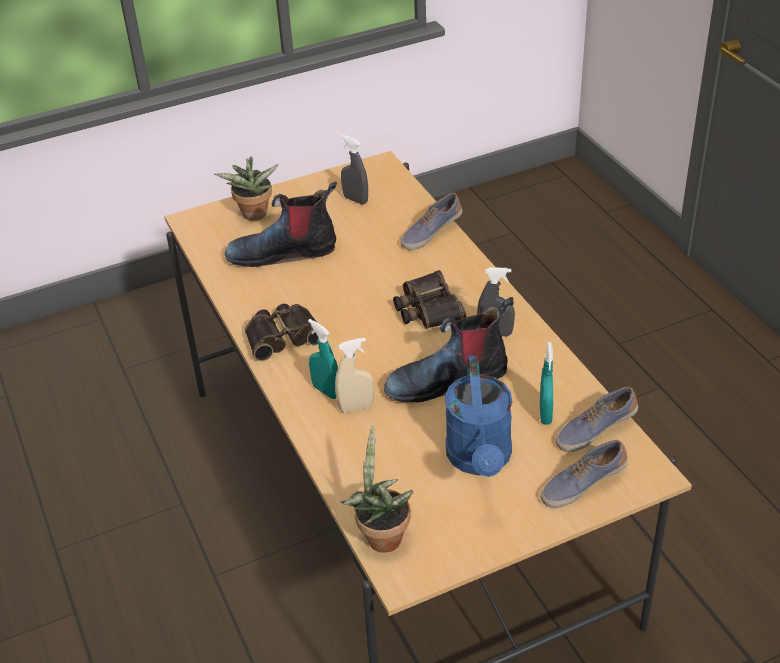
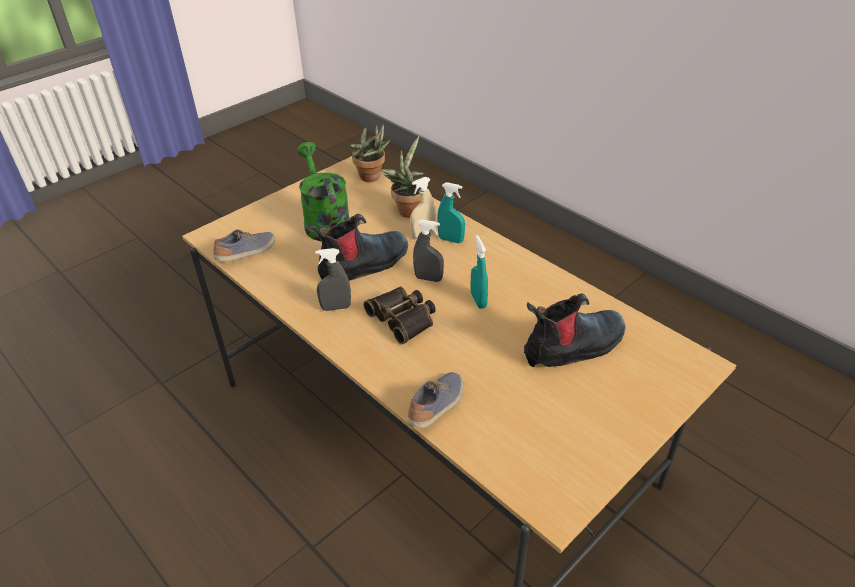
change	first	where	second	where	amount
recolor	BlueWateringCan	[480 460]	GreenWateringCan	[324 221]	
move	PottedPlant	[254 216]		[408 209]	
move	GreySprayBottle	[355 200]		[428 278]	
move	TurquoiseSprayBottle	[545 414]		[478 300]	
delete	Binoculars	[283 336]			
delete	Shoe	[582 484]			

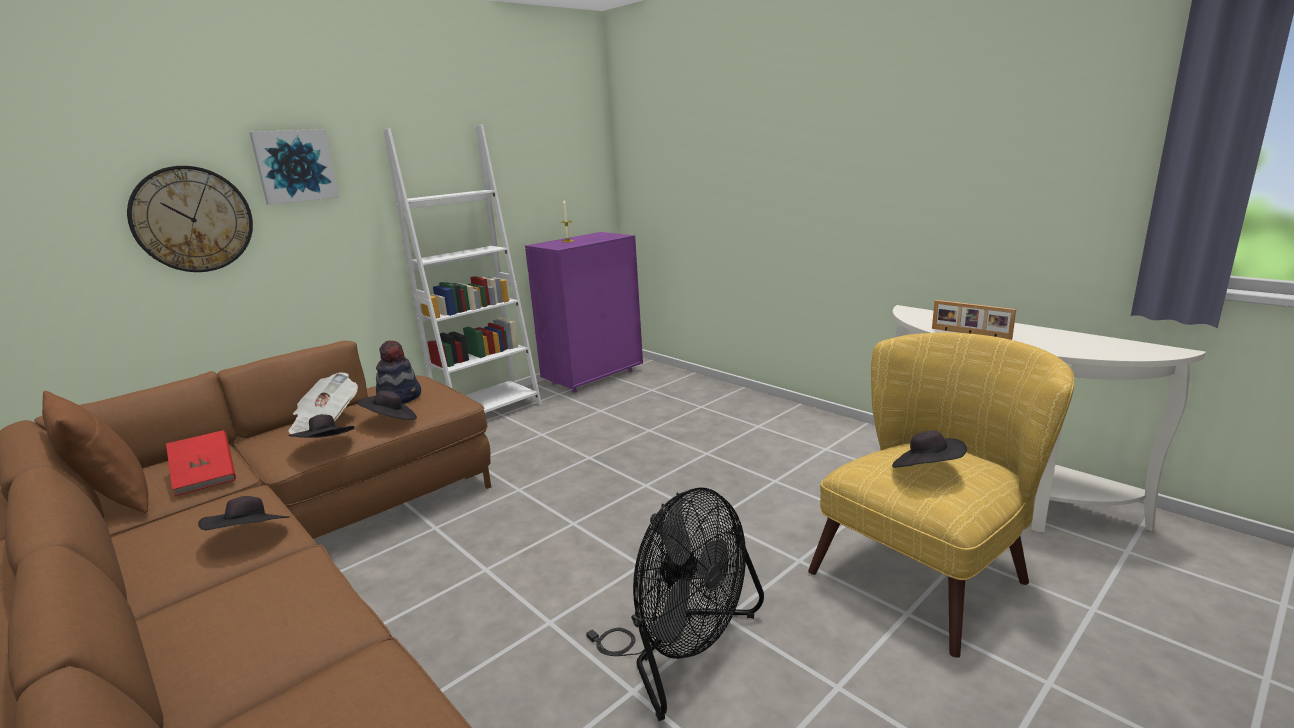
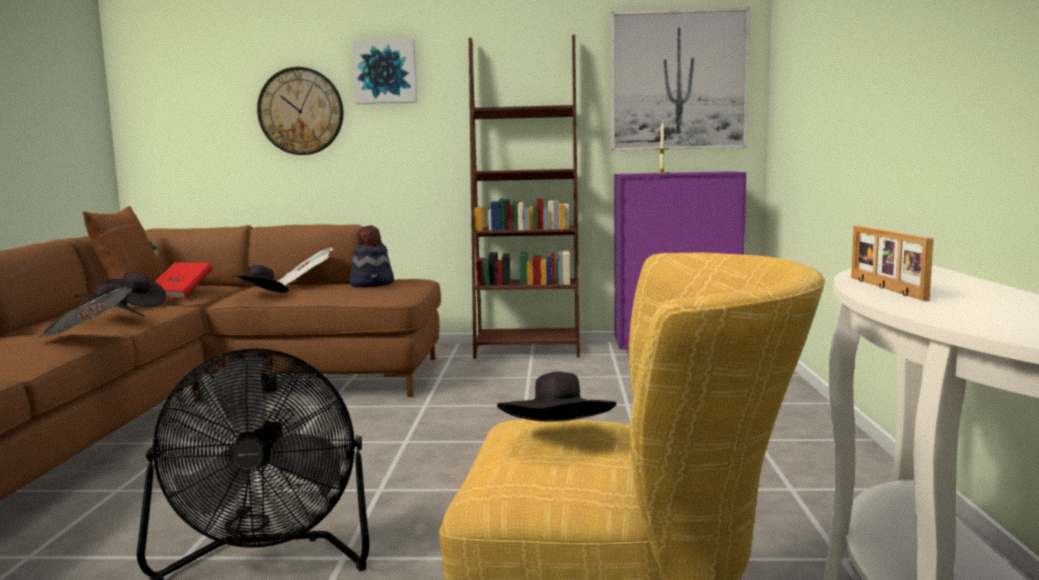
change	first	where	second	where	amount
insert			Newspaper	[88 336]	
move	BlackHat	[391 421]		[136 305]	
recolor	WhiteBookcase	[488 411]	BrownBookcase	[527 350]	
insert			Picture	[678 80]	

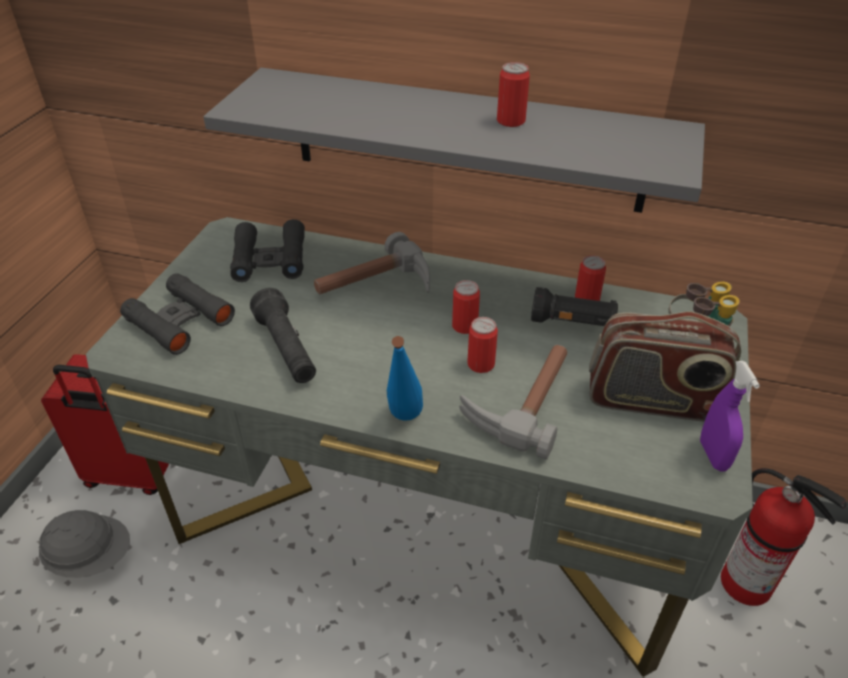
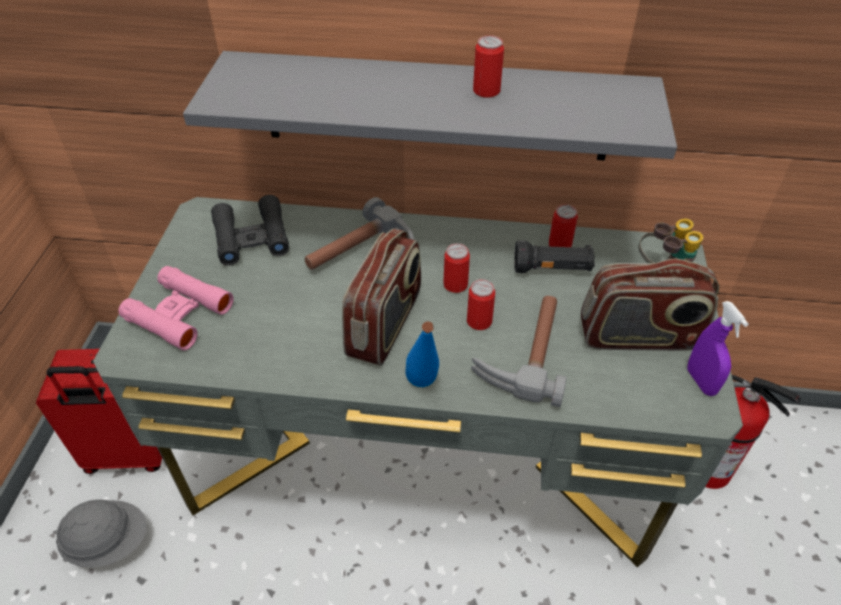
change	first	where	second	where	amount
recolor	BlackBinoculars	[179 320]	PinkBinoculars	[179 314]	
insert			Radio	[386 324]	
delete	BlackFlashlight	[287 349]			

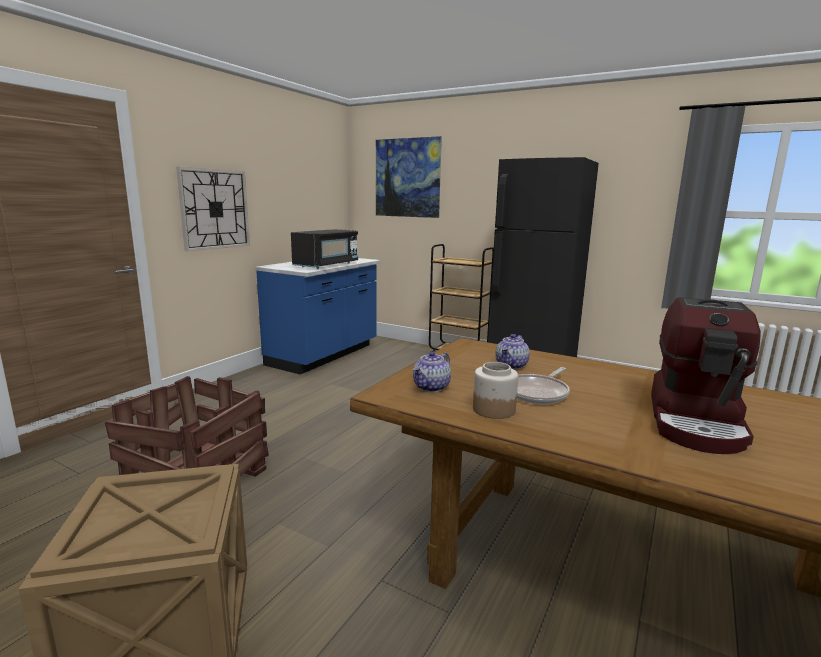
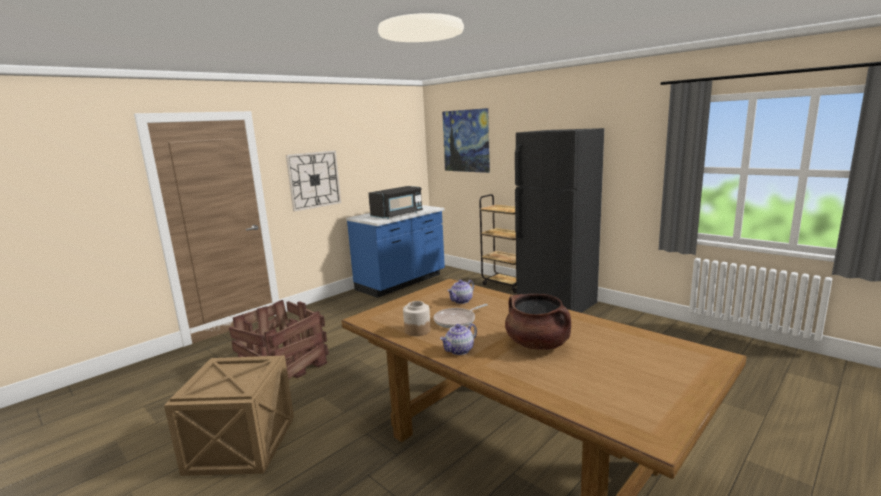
change	first	where	second	where	amount
move	Teapot	[431 387]		[459 350]	
replace	CoffeeMachine	[697 422]	BrownCookingPot	[538 344]	

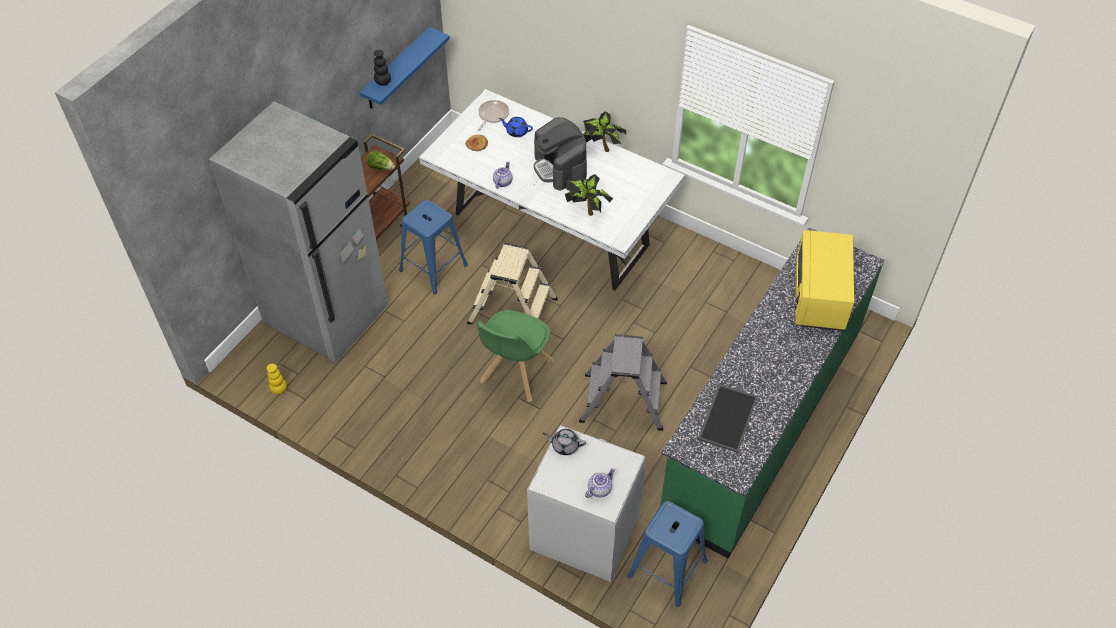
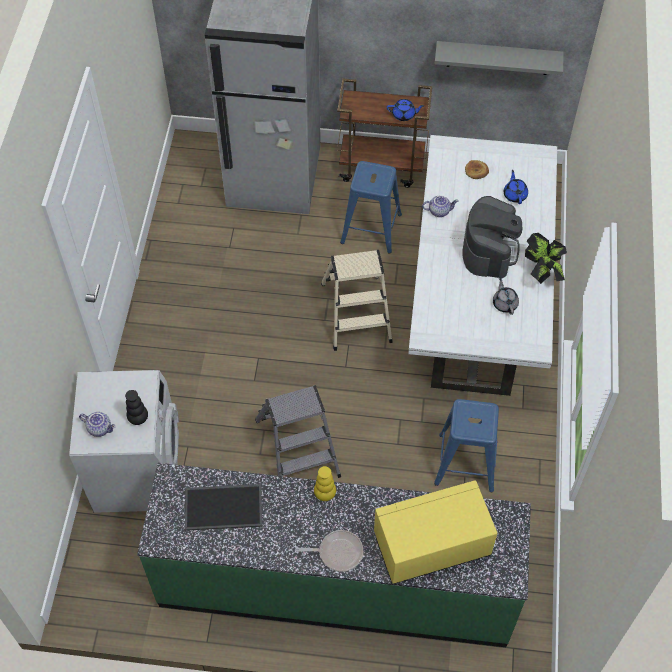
change	first	where	second	where	amount
move	BlackVase	[383 82]		[138 418]	
move	FryingPan	[492 115]		[338 552]	
move	YellowVase	[279 390]		[325 494]	
replace	Lettuce	[381 167]	BlueTeapot	[404 115]	
move	BlueStool	[667 568]		[465 462]	
recolor	BlueShelf	[396 70]	GreyShelf	[498 58]	
rotate	CoffeeMachine	[560 167]		[489 250]	150 degrees clockwise
move	GreyTeapot	[564 445]		[504 303]	
delete	GreenChair	[515 374]			
delete	PottedPlant	[587 209]			

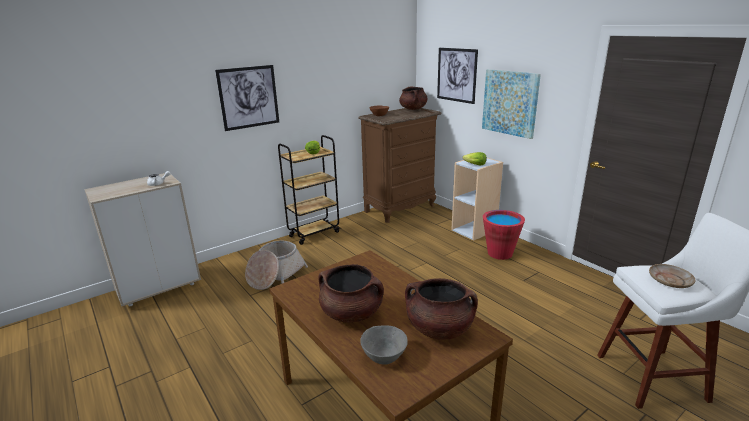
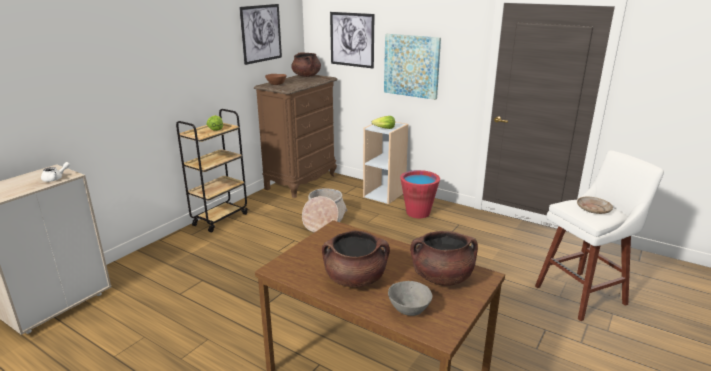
change	first	where	second	where	amount
move	Picture	[249 97]		[261 33]	
move	Basket	[275 275]		[324 220]	

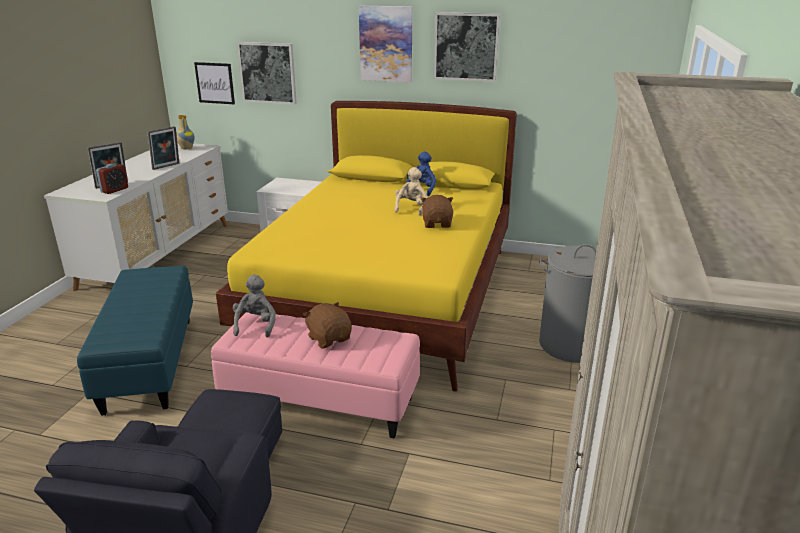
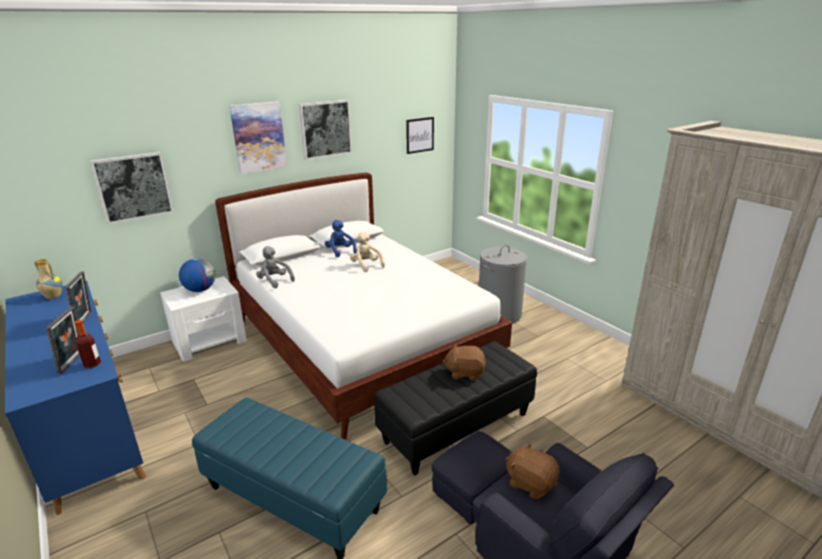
change	first	where	second	where	amount
recolor	WhiteDresser	[158 254]	BlueDresser	[88 426]	
replace	AlarmClock	[114 190]	Bottle	[92 364]	
insert			Globe	[200 290]	
recolor	YellowBed	[387 296]	WhiteBed	[361 344]	
move	GreyPlushToy	[256 325]		[274 281]	
recolor	PinkOttoman	[321 402]	BlackOttoman	[456 428]	
move	Picture	[215 83]		[420 135]	
move	BrownPlushToy	[437 224]		[530 483]	

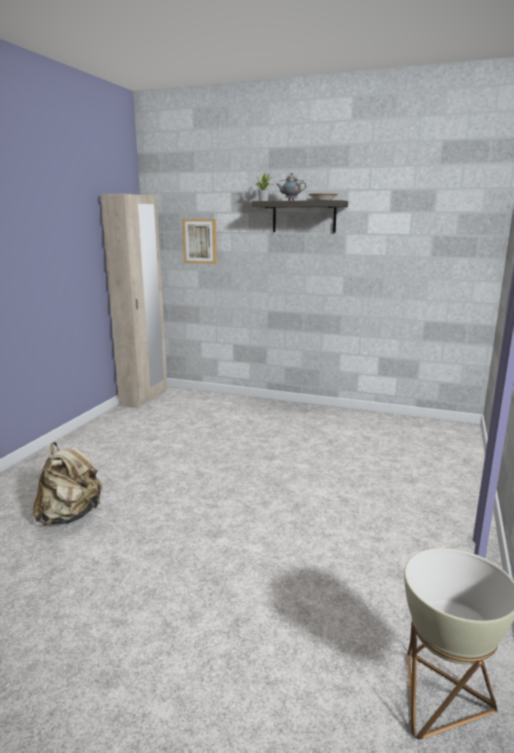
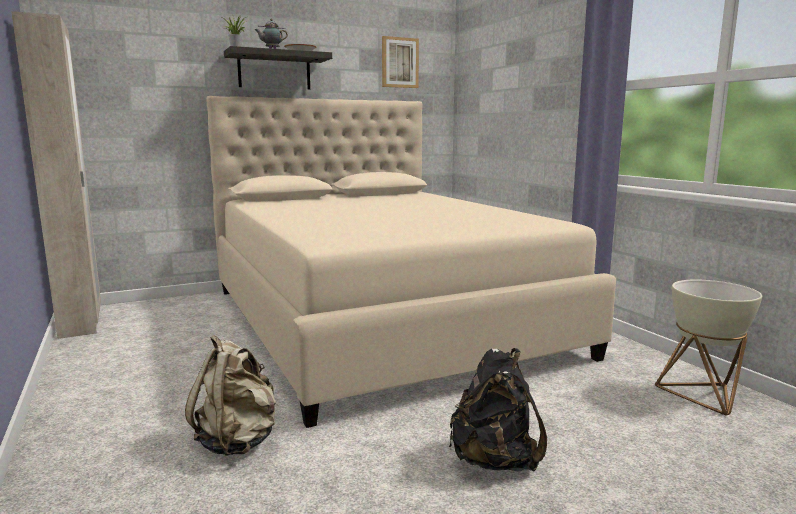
change	first	where	second	where	amount
insert			BeigeBed	[381 320]	
move	Picture	[200 241]		[399 62]	
insert			BlackBackpack	[494 460]	

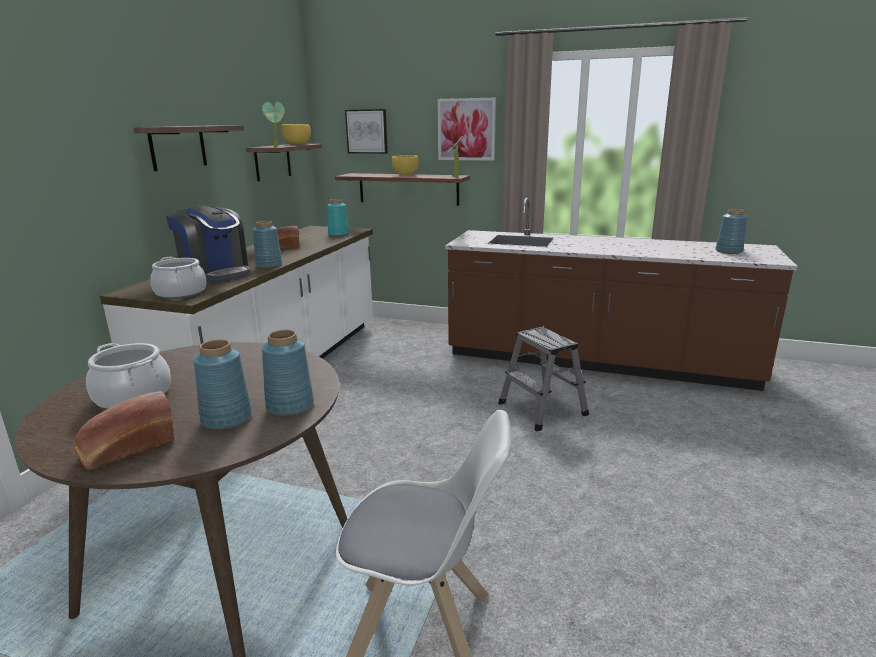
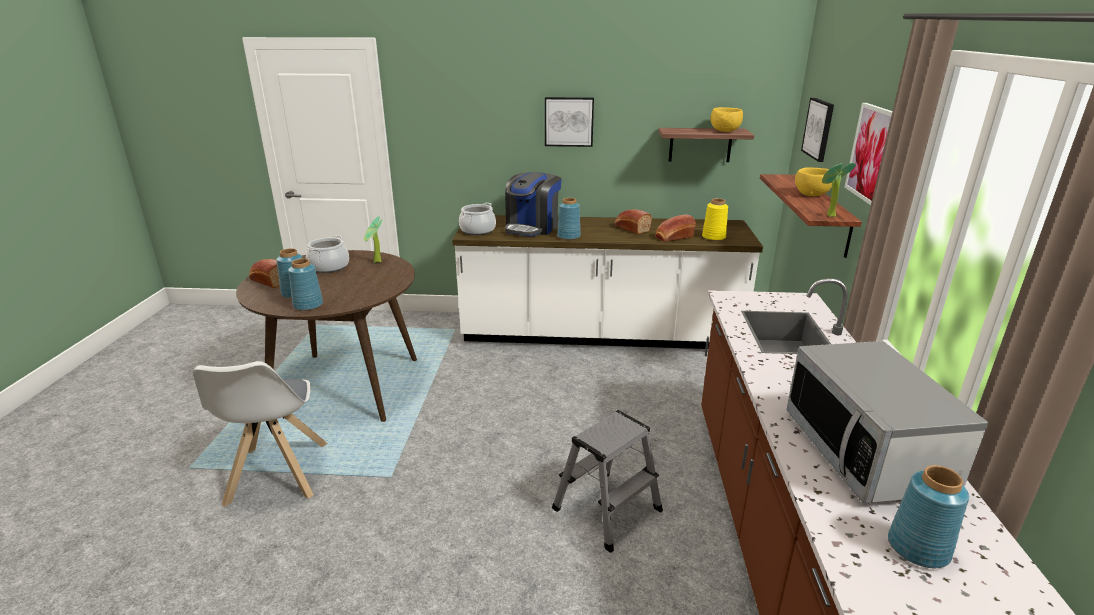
change	first	where	second	where	amount
move	PottedPlant	[277 146]		[376 262]	
replace	Shelf	[178 147]	Picture	[569 121]	
insert			Bread	[673 237]	
recolor	TurquoiseVase	[338 234]	YellowVase	[713 237]	
insert			Microwave	[865 452]	

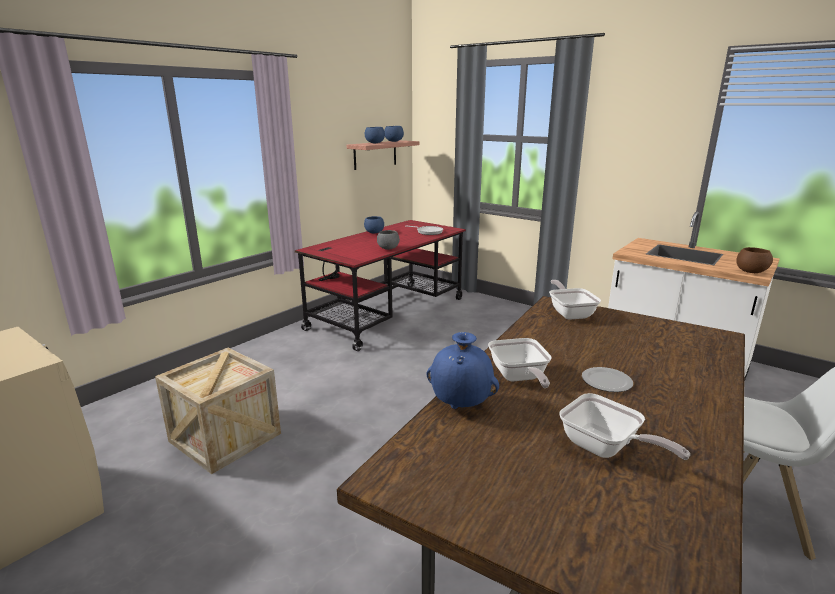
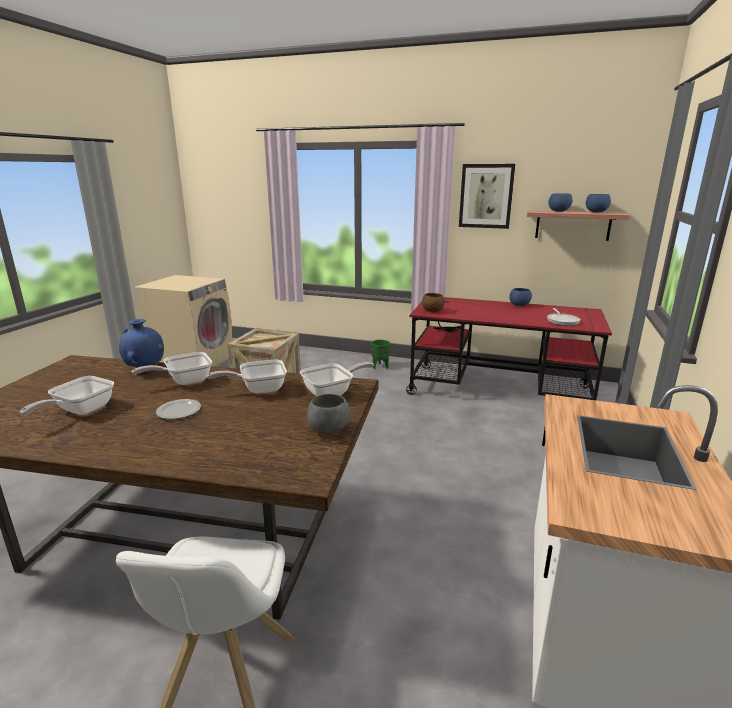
change	first	where	second	where	amount
insert			FryingPan	[258 389]	
move	GreyBowl	[388 248]		[329 430]	
insert			GreenPlanter	[380 366]	
move	BrownBowl	[751 272]		[432 311]	
insert			Picture	[486 196]	

